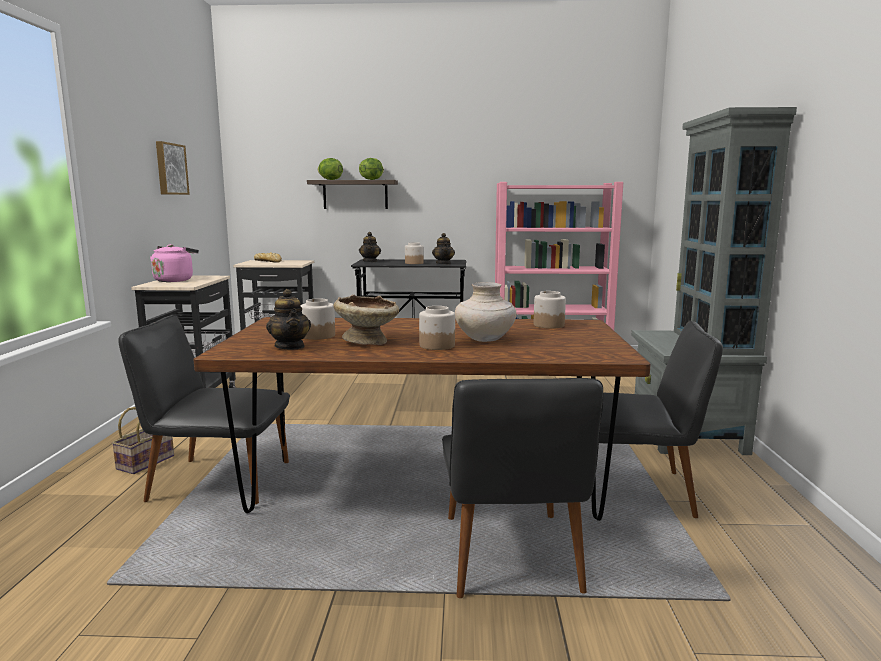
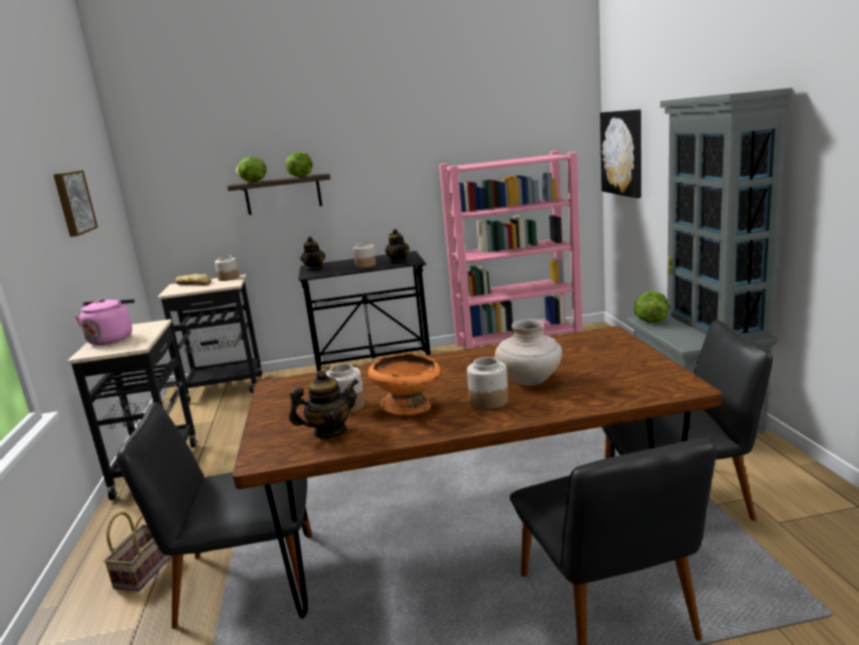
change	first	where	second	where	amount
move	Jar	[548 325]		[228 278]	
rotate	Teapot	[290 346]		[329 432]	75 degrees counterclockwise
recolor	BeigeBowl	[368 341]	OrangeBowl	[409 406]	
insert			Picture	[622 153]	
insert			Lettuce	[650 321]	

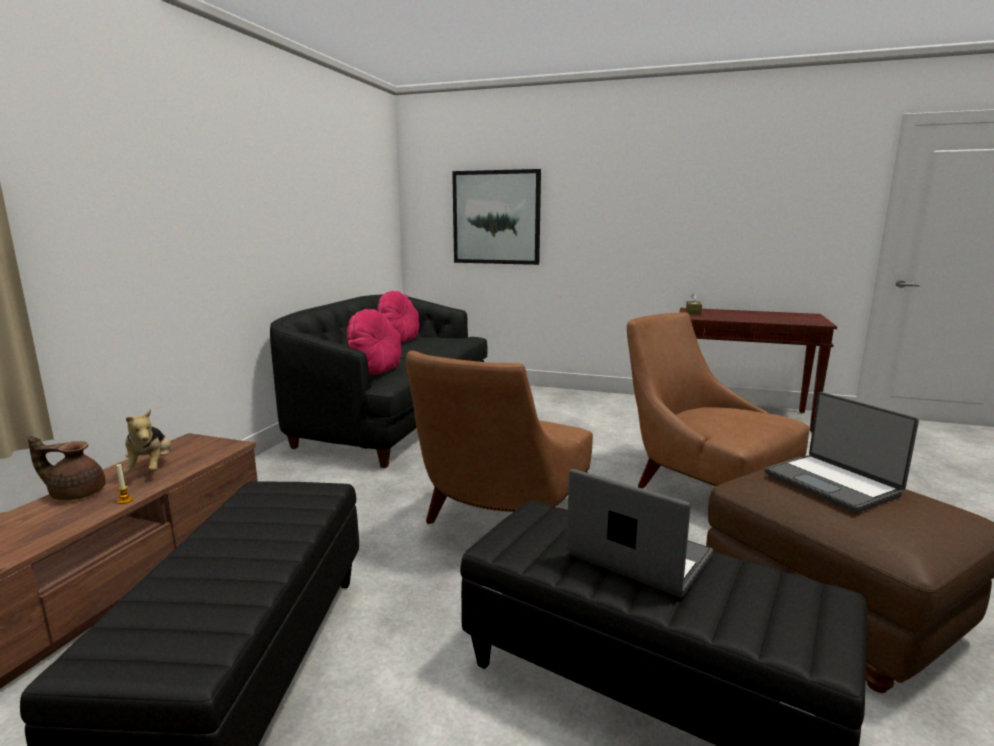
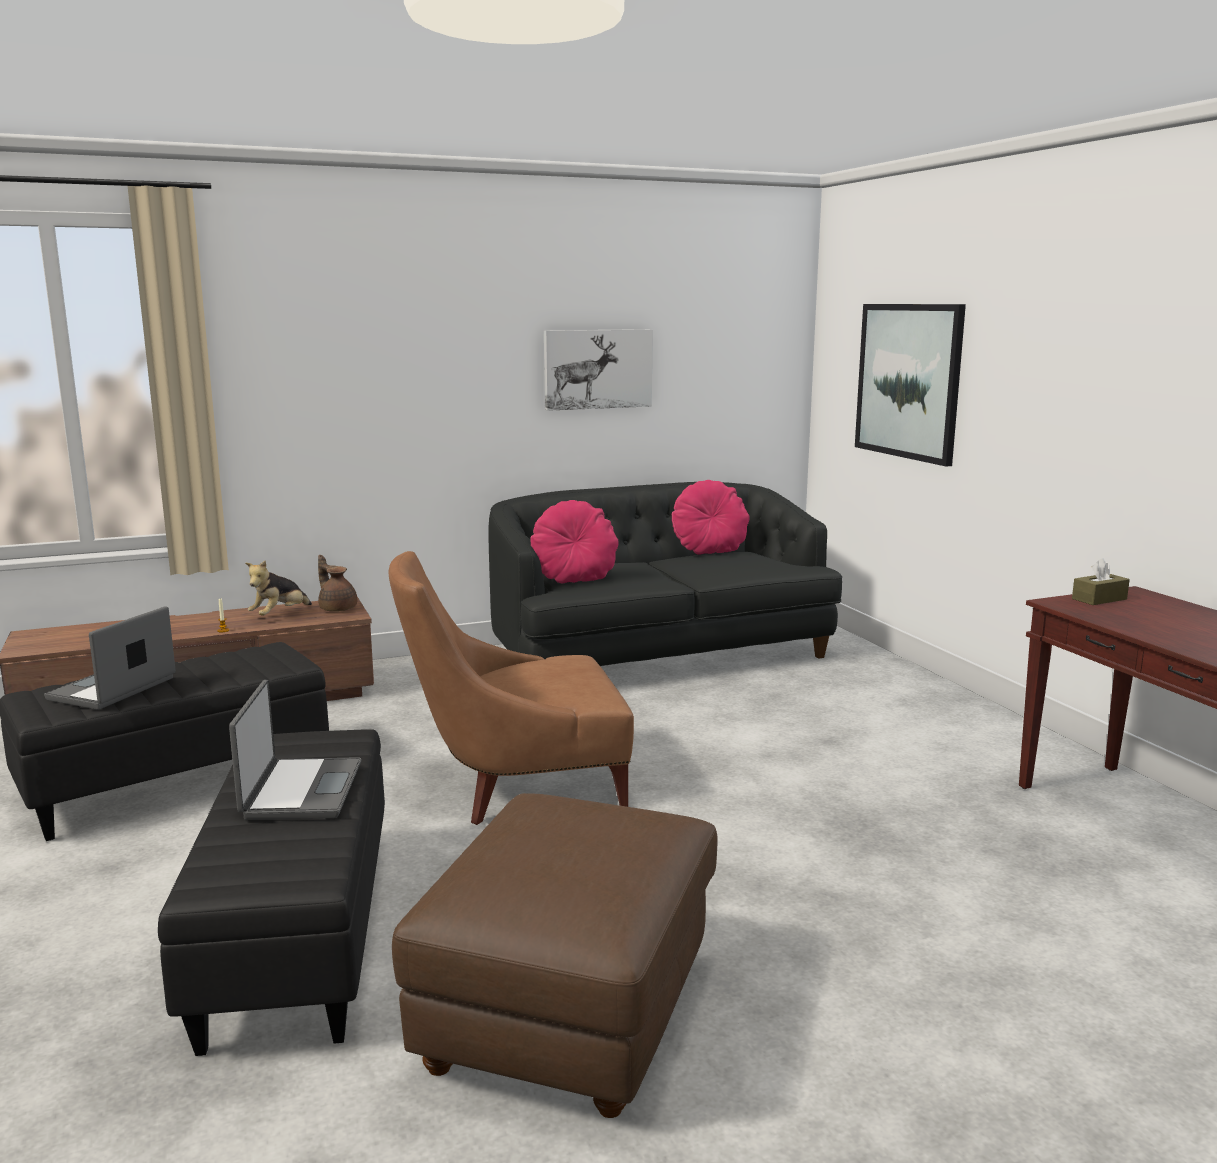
change	first	where	second	where	amount
move	Laptop	[832 484]		[114 689]	
move	BrownTeapot	[76 493]		[337 608]	
insert			Picture	[597 369]	
delete	BrownArmchair	[701 484]			

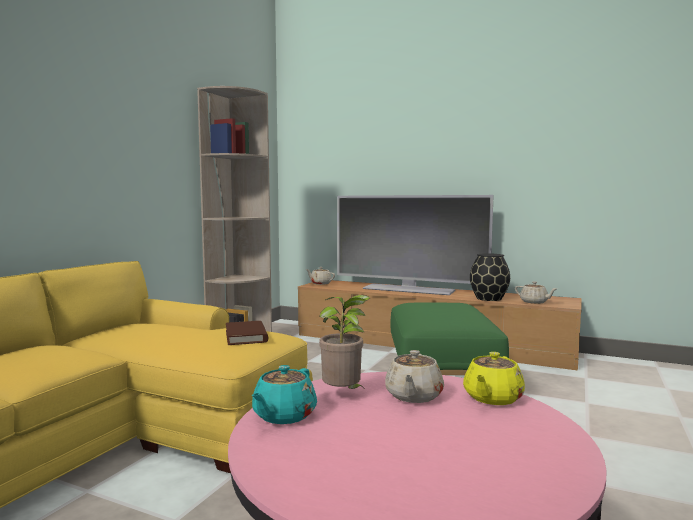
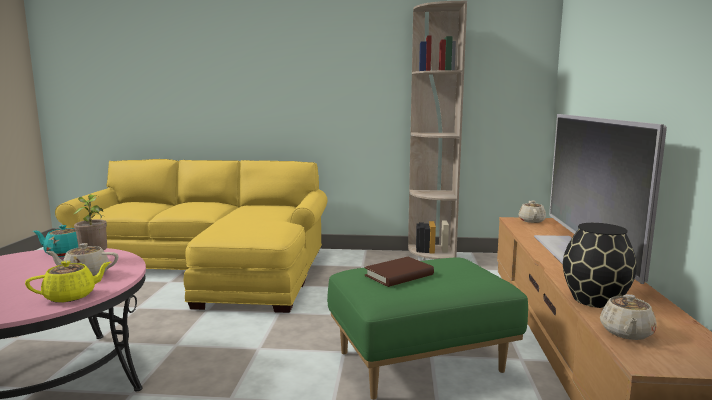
change	first	where	second	where	amount
rotate	YellowTeapot	[492 398]		[71 296]	135 degrees clockwise
move	BrownBook	[246 336]		[399 275]	

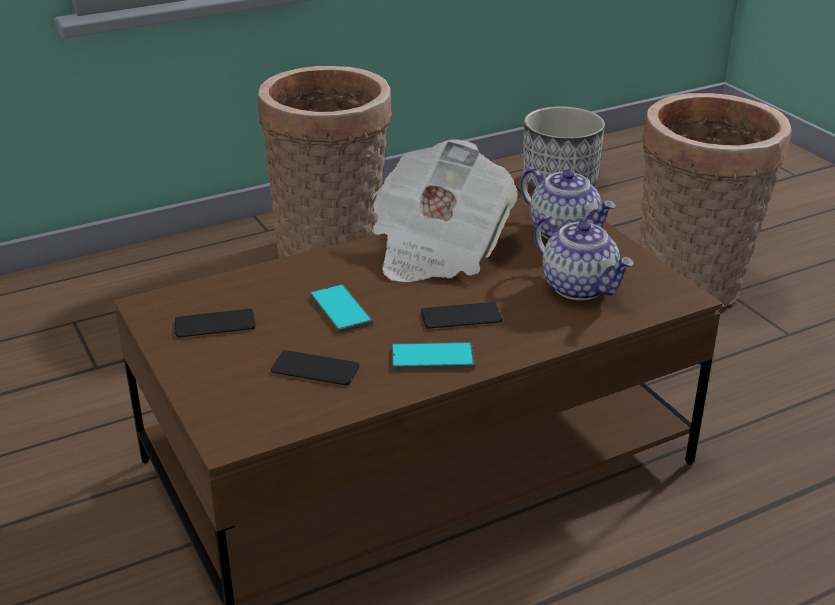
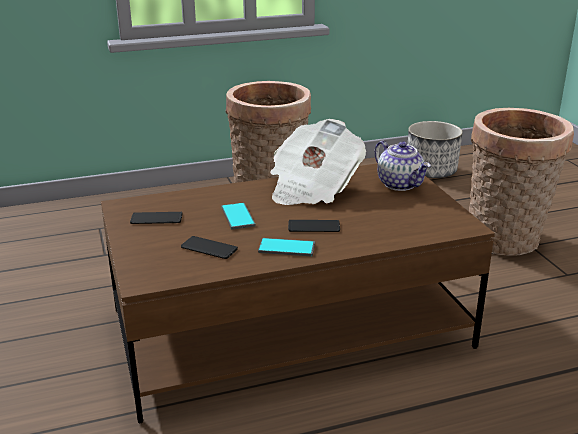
change	first	where	second	where	amount
delete	Teapot	[580 287]			

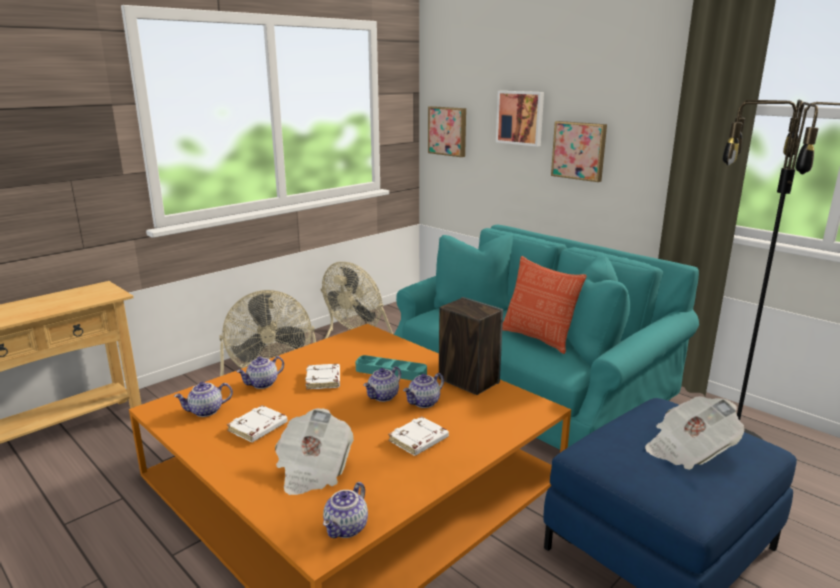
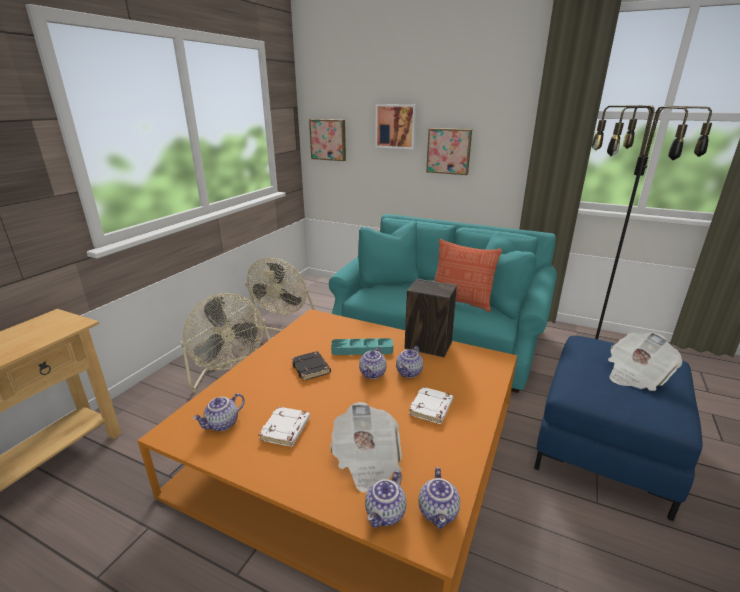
change	first	where	second	where	amount
recolor	WhiteBook	[324 380]	BlackBook	[311 368]	
move	Teapot	[262 384]		[386 514]	

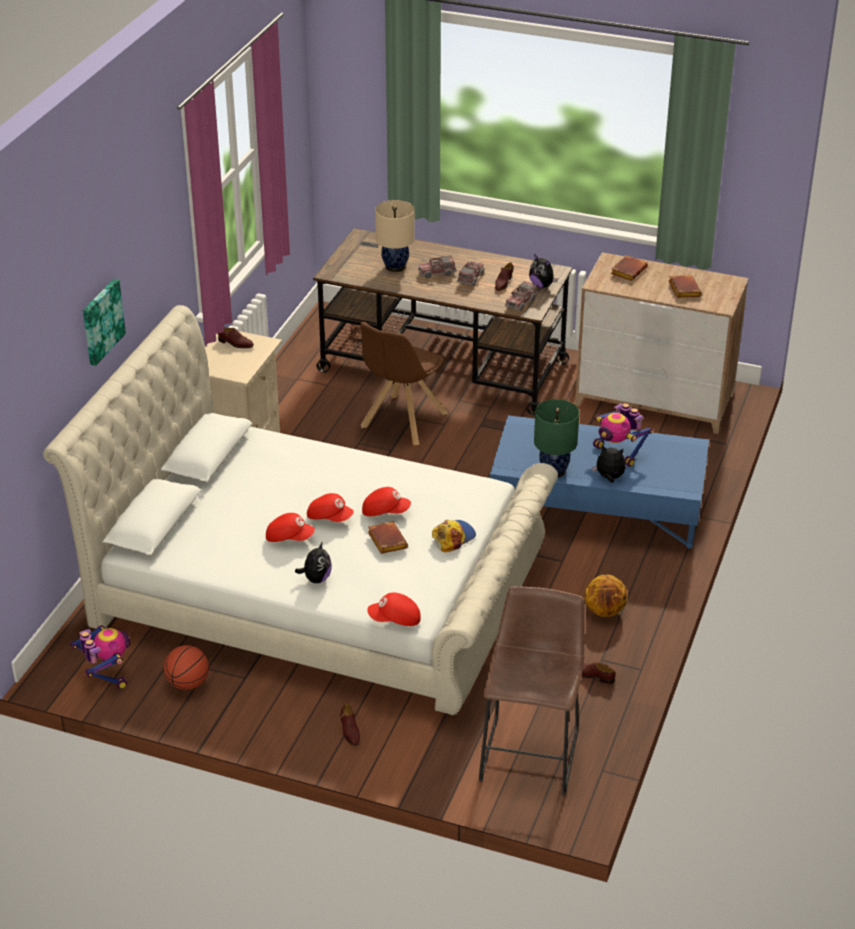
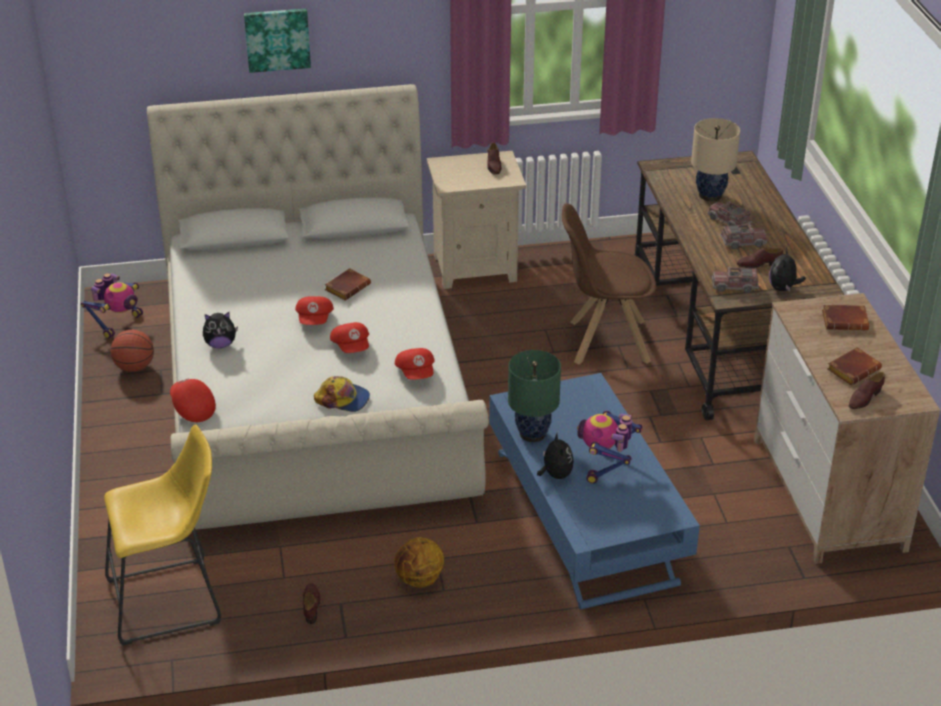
change	first	where	second	where	amount
recolor	BrownStool	[531 751]	YellowStool	[171 600]	
move	BrownBook	[386 540]		[347 287]	
move	RedCap	[289 537]		[416 373]	
move	BrownShoe	[349 731]		[864 398]	

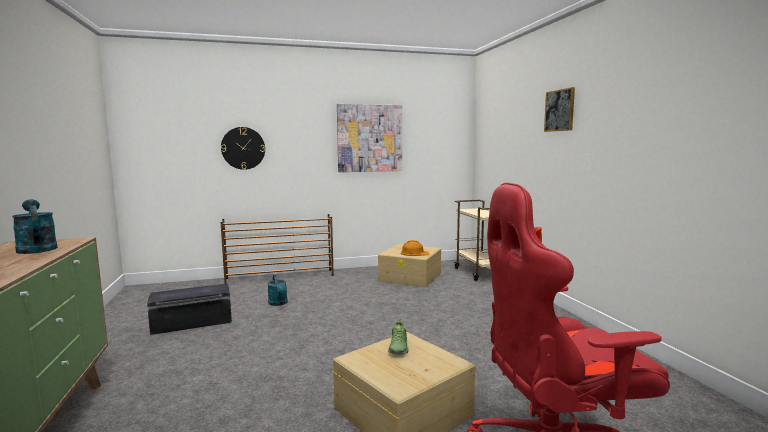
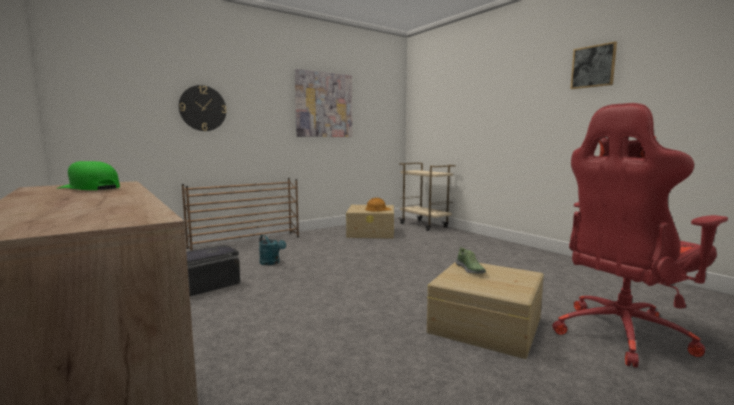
change	first	where	second	where	amount
replace	TurquoiseWateringCan	[36 248]	GreenCap	[89 188]	
move	Picture	[559 110]		[593 66]	

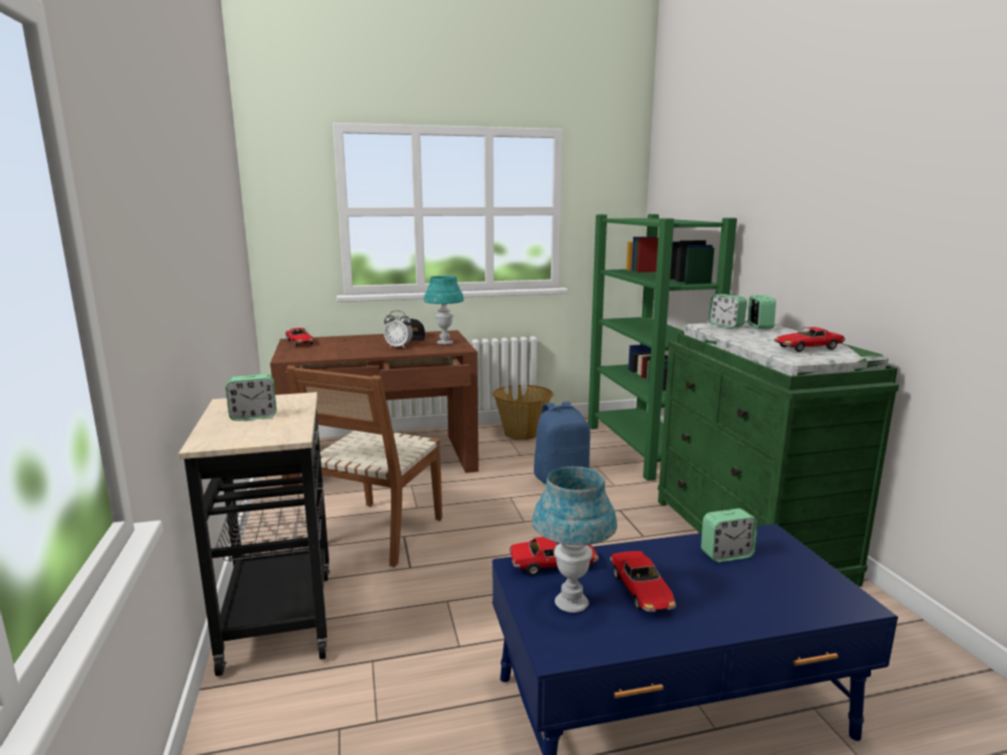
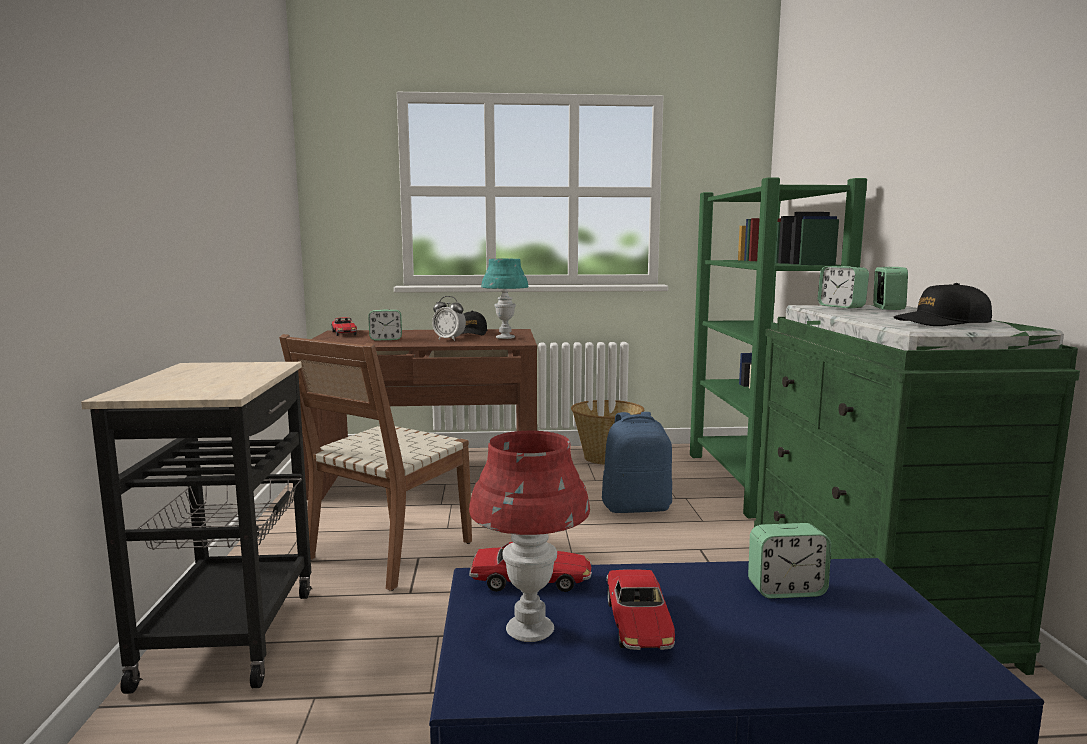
change	first	where	second	where	amount
move	AlarmClock	[253 416]		[386 339]	
recolor	BlueTableLamp	[571 603]	RedTableLamp	[530 629]	
replace	ToyCar	[807 348]	BlackCap	[942 323]	

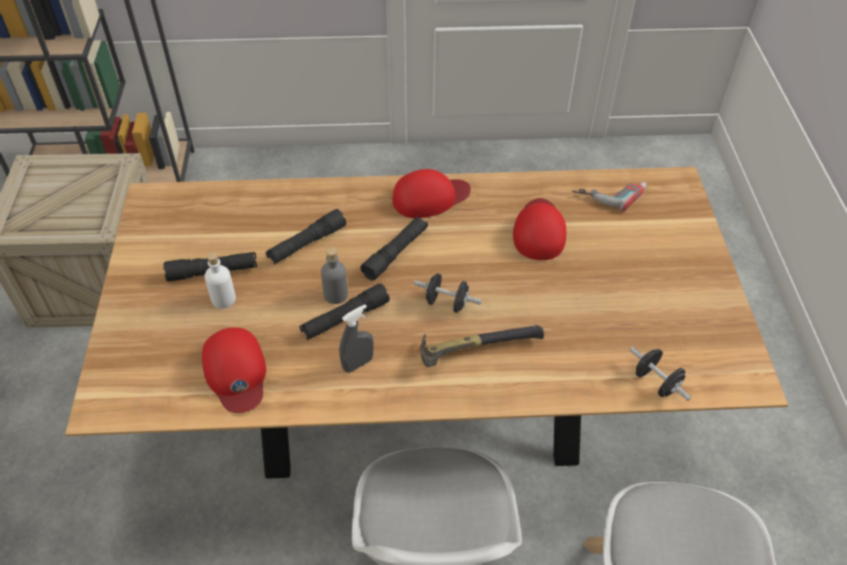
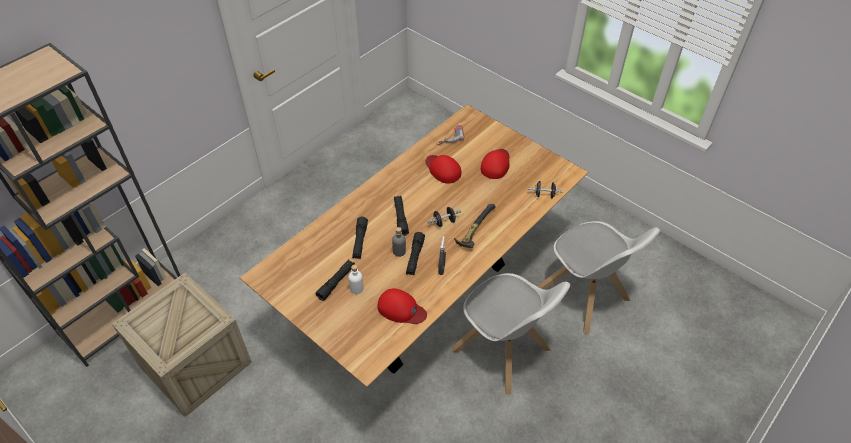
change	first	where	second	where	amount
move	RedCap	[430 197]		[496 164]	

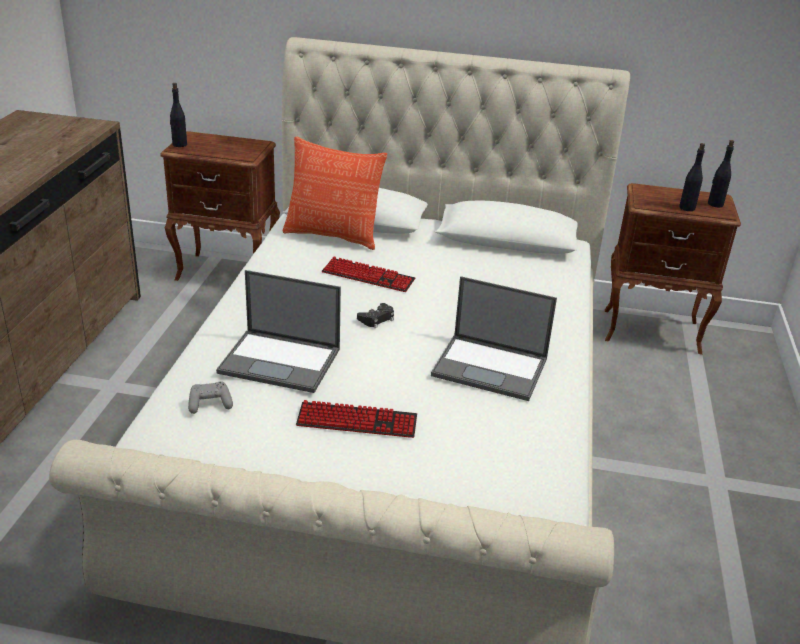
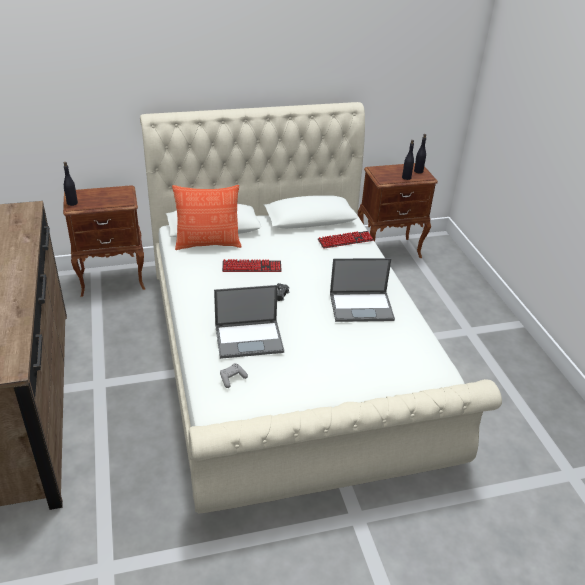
change	first	where	second	where	amount
move	Keyboard	[357 421]		[345 240]	

